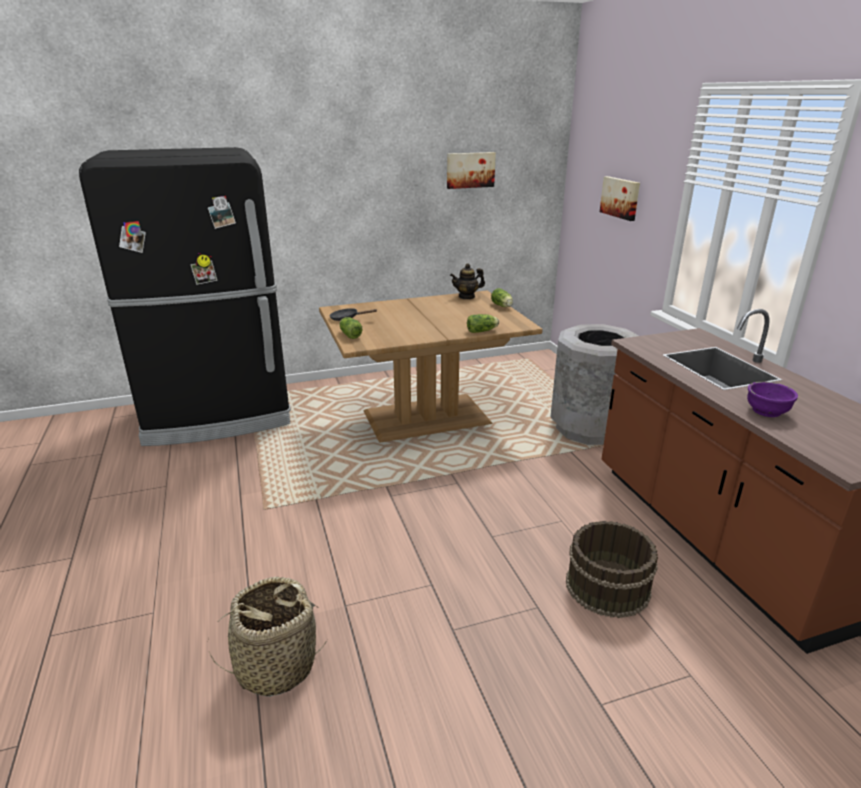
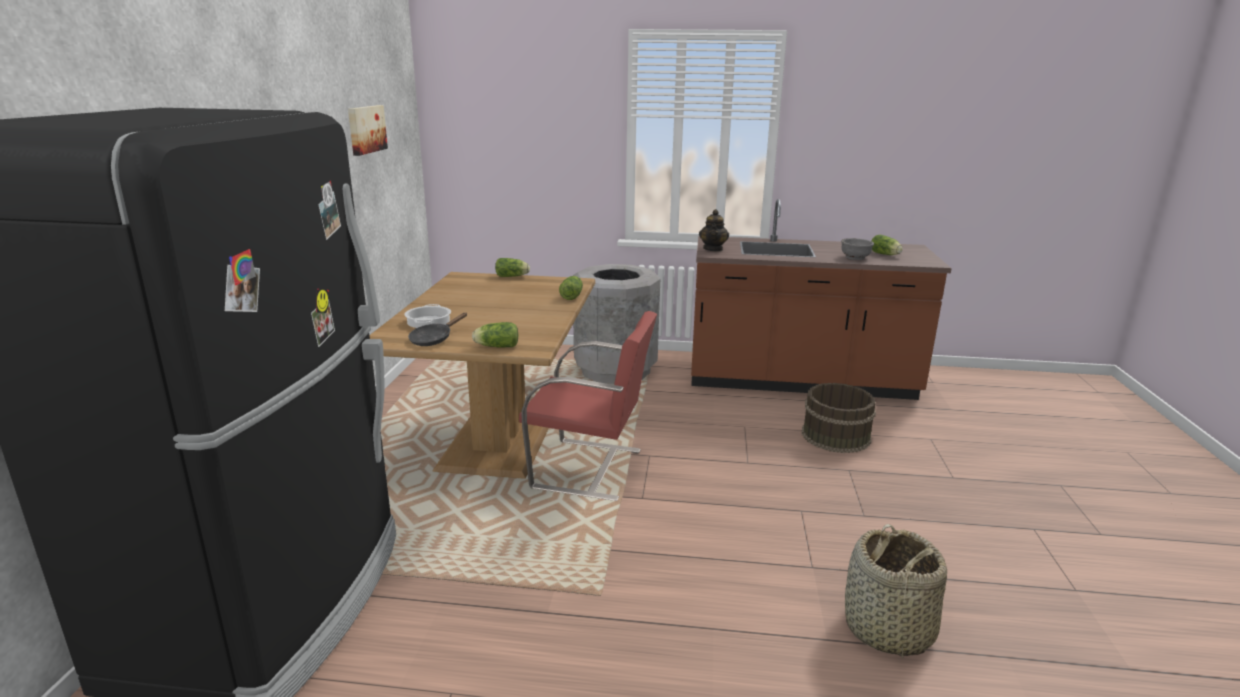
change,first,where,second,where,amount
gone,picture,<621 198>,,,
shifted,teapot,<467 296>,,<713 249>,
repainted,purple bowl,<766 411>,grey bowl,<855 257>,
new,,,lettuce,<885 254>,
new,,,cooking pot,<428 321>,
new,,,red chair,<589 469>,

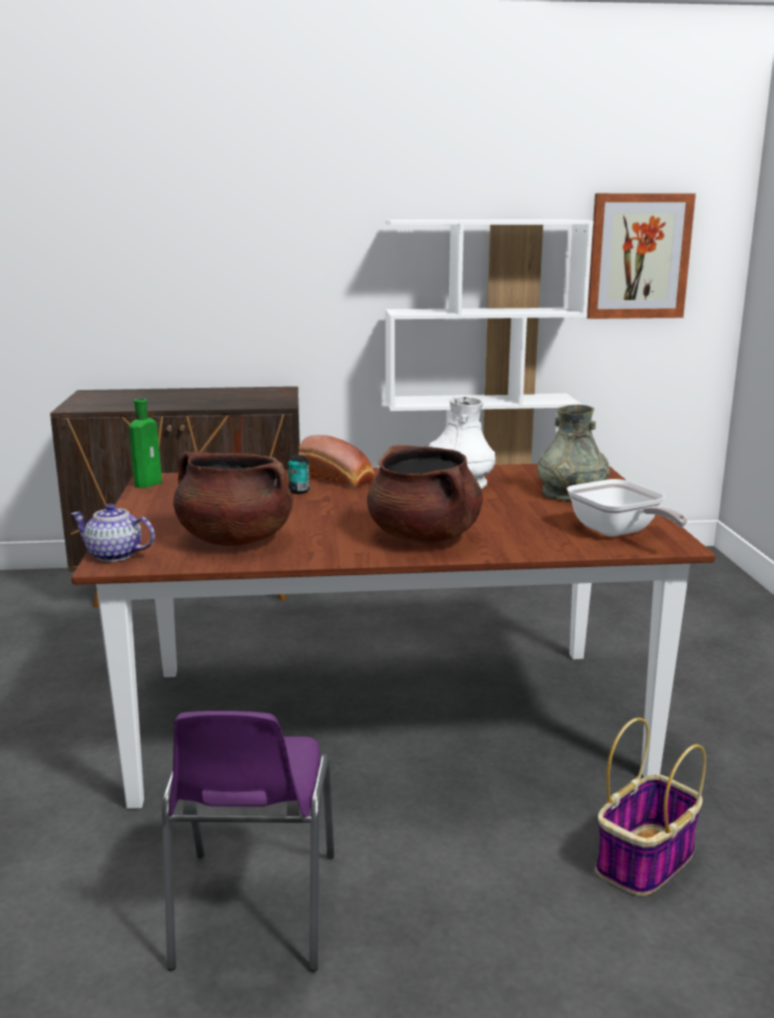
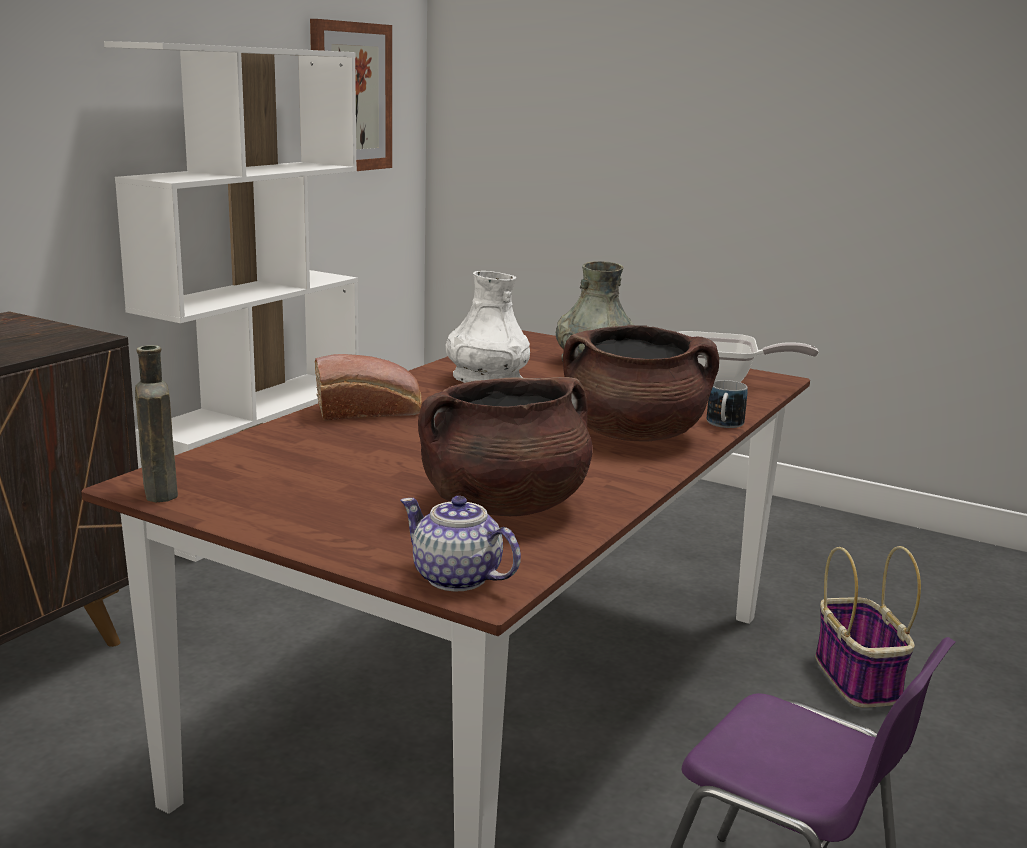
change,first,where,second,where,amount
repainted,green bottle,<149 483>,brown bottle,<159 490>,
gone,can,<299 491>,,,
rotated,teapot,<115 555>,,<457 578>,75 degrees clockwise
new,,,mug,<724 425>,

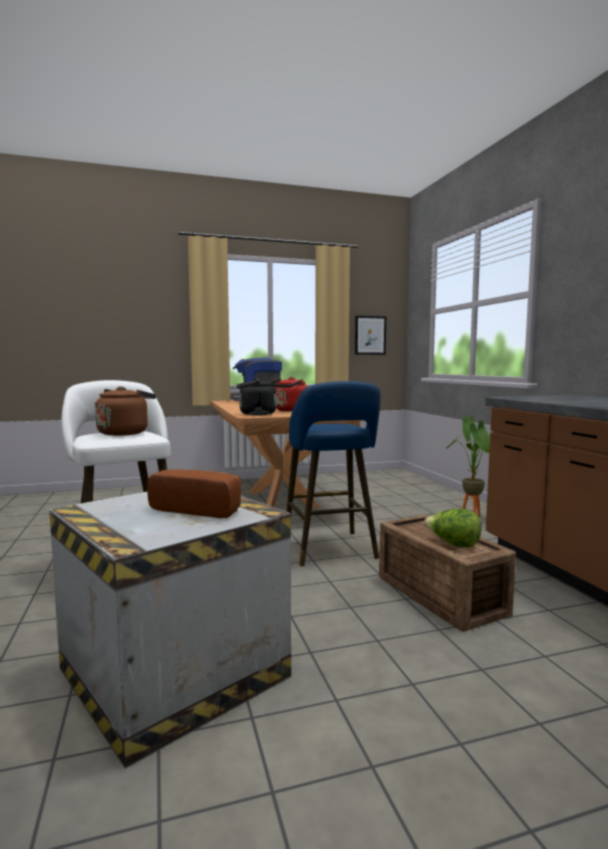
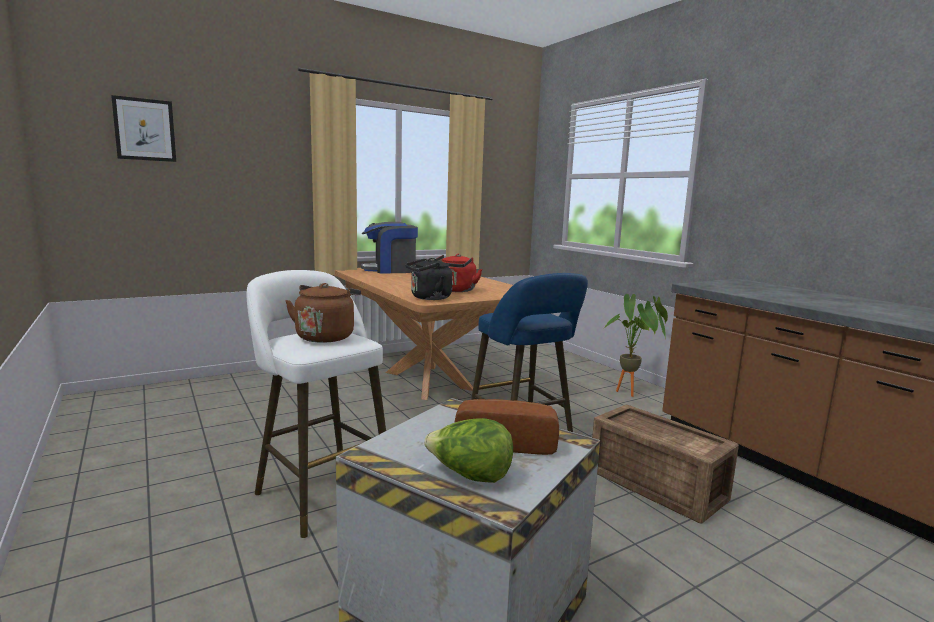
change,first,where,second,where,amount
shifted,picture,<370 335>,,<145 129>,
shifted,lettuce,<453 544>,,<470 476>,

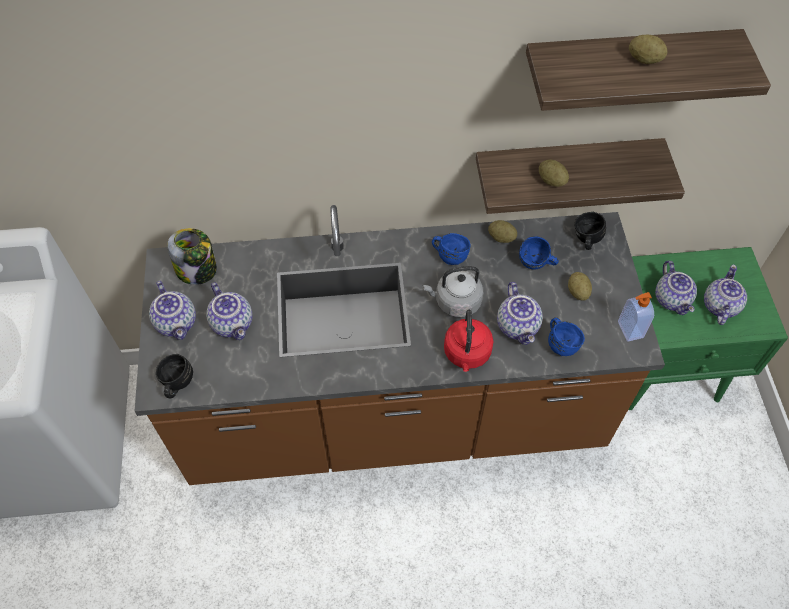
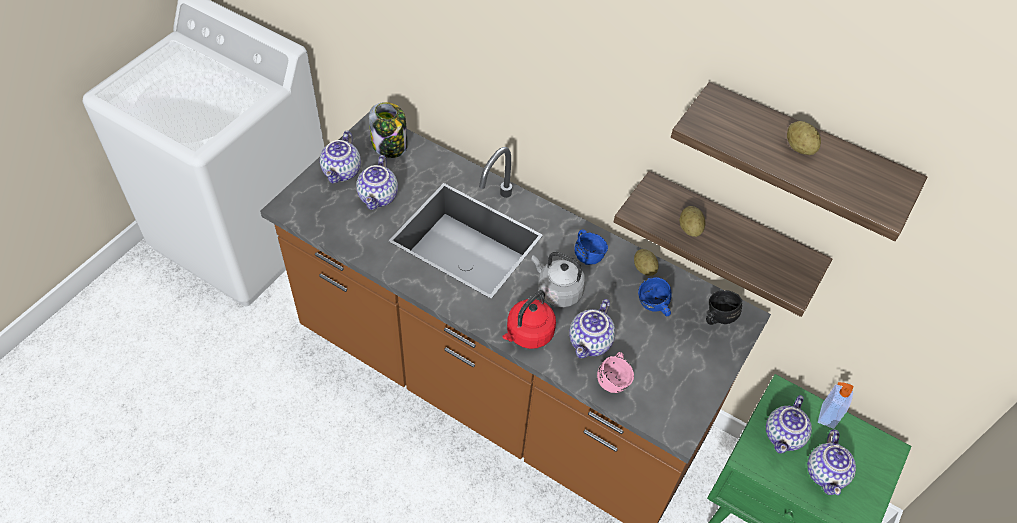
change,first,where,second,where,amount
rotated,teapot,<719 306>,,<826 473>,135 degrees clockwise
gone,potato,<578 292>,,,
shifted,soap dispenser,<629 330>,,<826 416>,
repainted,blue mug,<561 343>,pink mug,<614 379>,
gone,black mug,<176 384>,,,

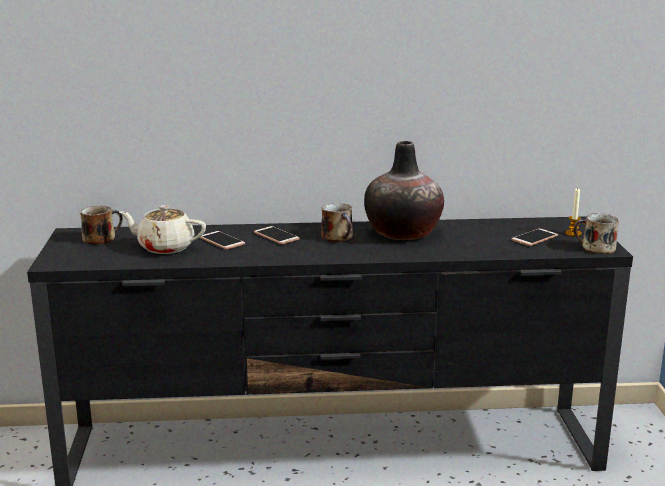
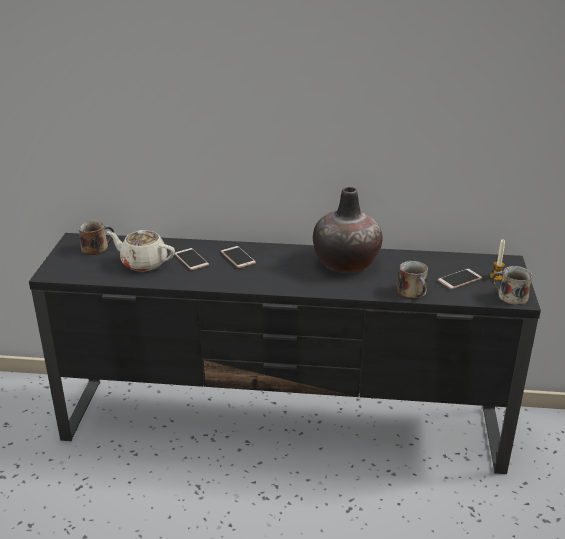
change,first,where,second,where,amount
shifted,mug,<338 237>,,<412 292>,

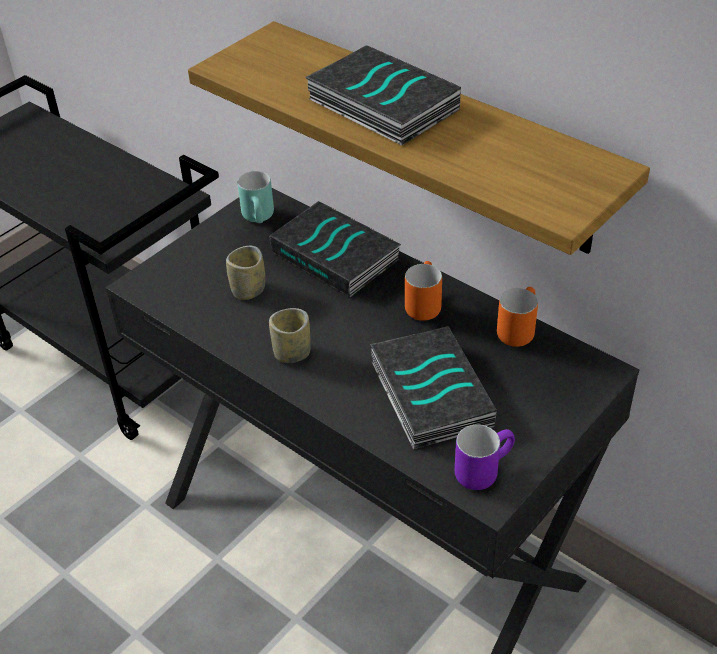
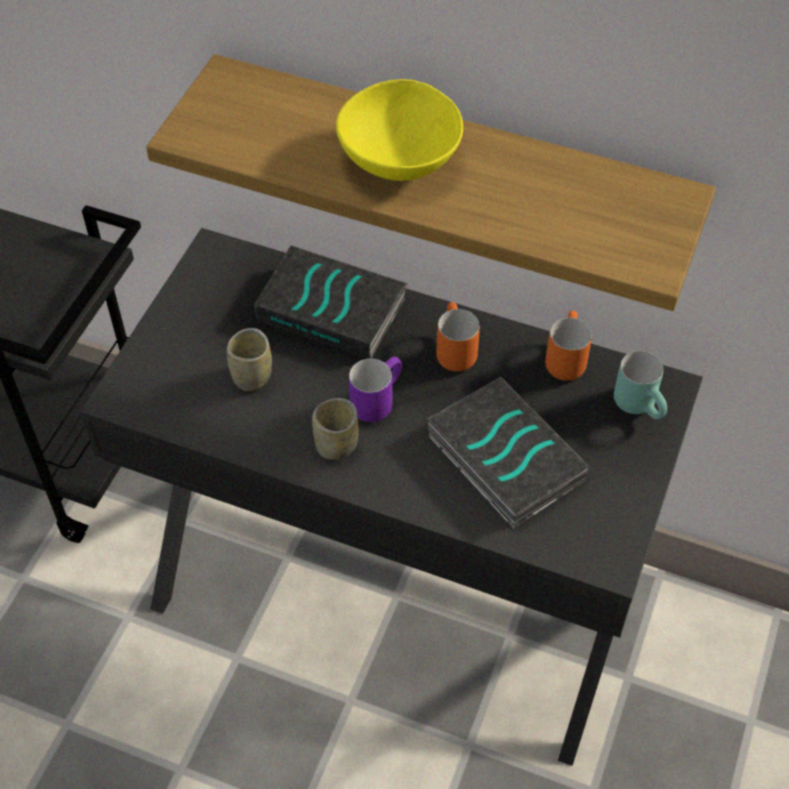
change,first,where,second,where,amount
swapped,book,<380 105>,yellow bowl,<398 157>,
shifted,turquoise mug,<261 218>,,<642 406>,
shifted,purple mug,<482 469>,,<375 399>,

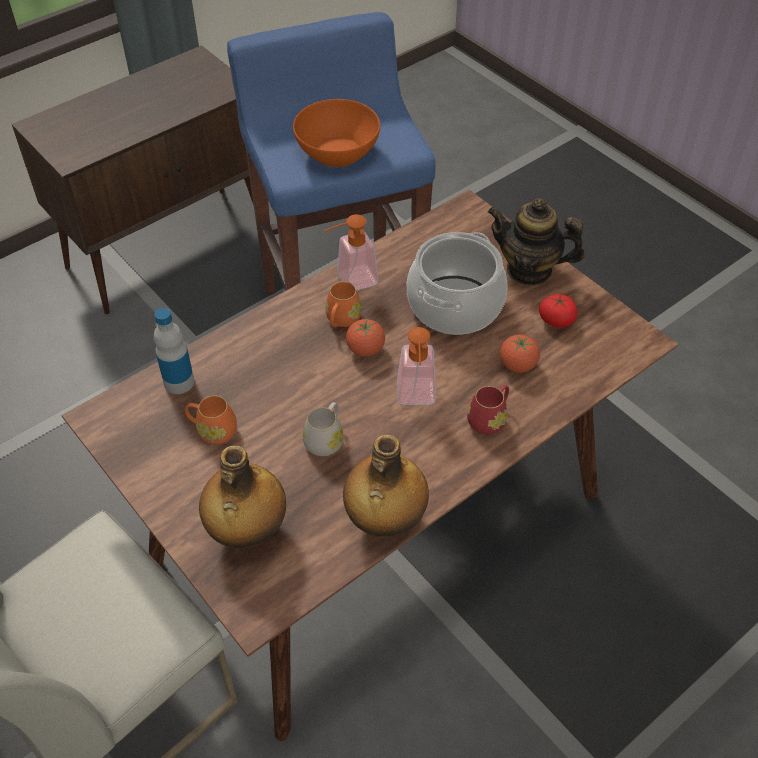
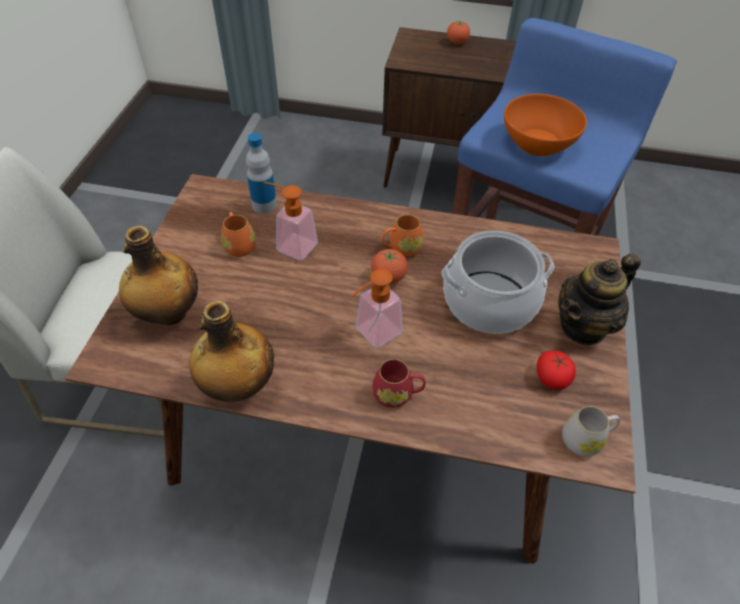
change,first,where,second,where,amount
rotated,teapot,<529 270>,,<584 326>,105 degrees counterclockwise
shifted,soap dispenser,<350 281>,,<291 244>,
shifted,tomato,<517 365>,,<457 42>,
shifted,white mug,<326 439>,,<586 439>,

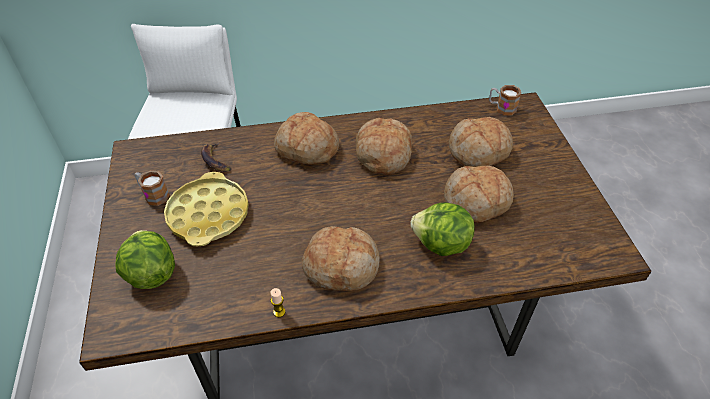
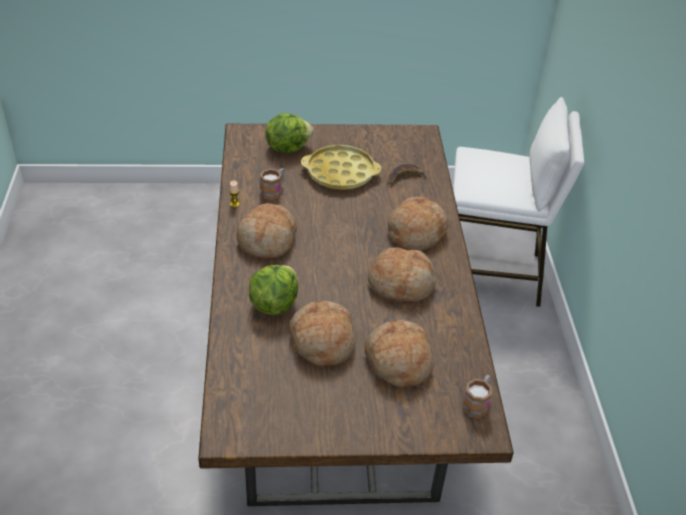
change,first,where,second,where,amount
shifted,mug,<153 195>,,<274 191>,

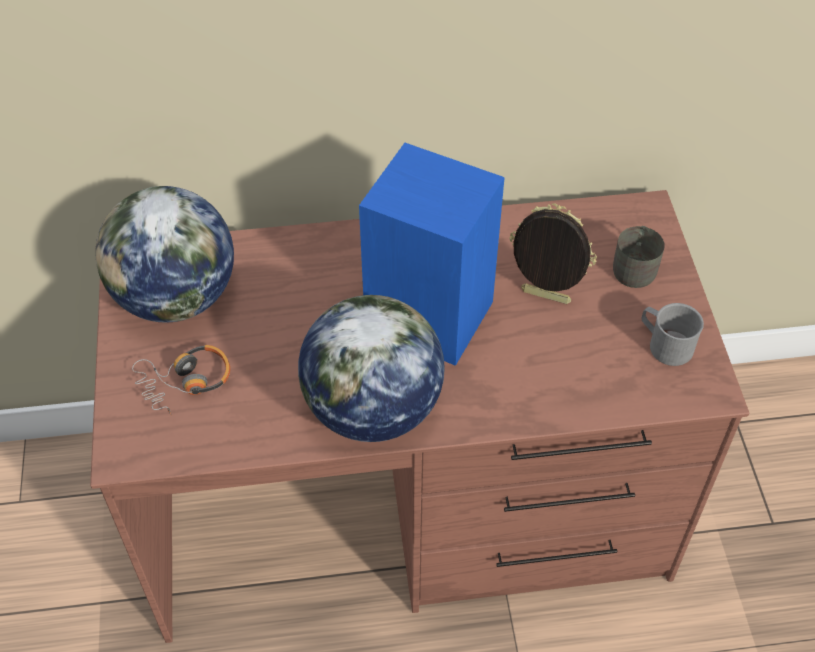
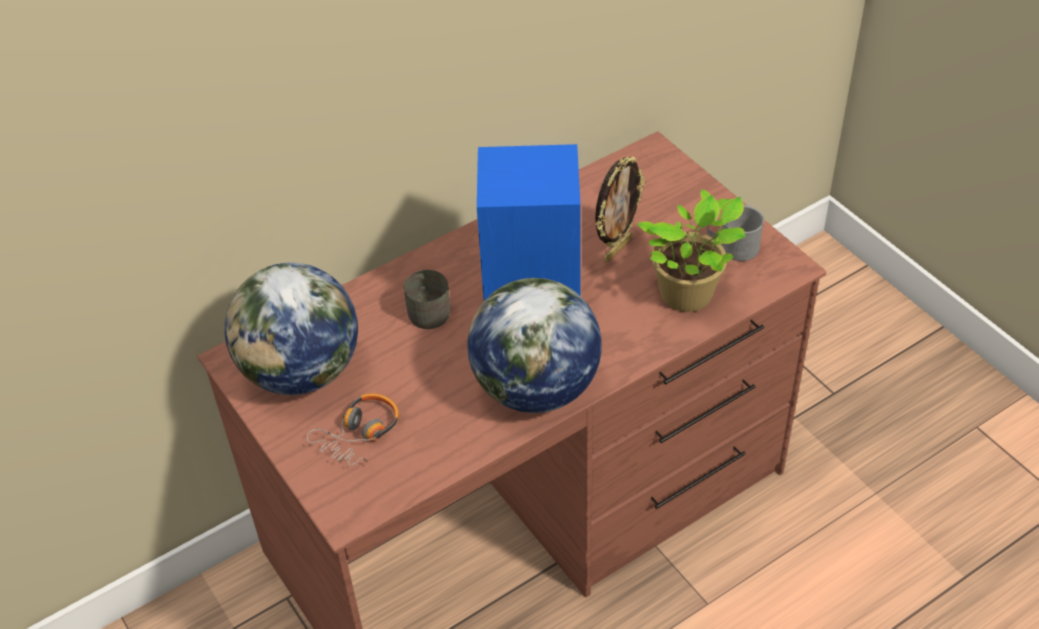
change,first,where,second,where,amount
rotated,picture frame,<544 298>,,<617 249>,135 degrees clockwise
shifted,grey mug,<636 267>,,<429 309>,
new,,,potted plant,<690 296>,

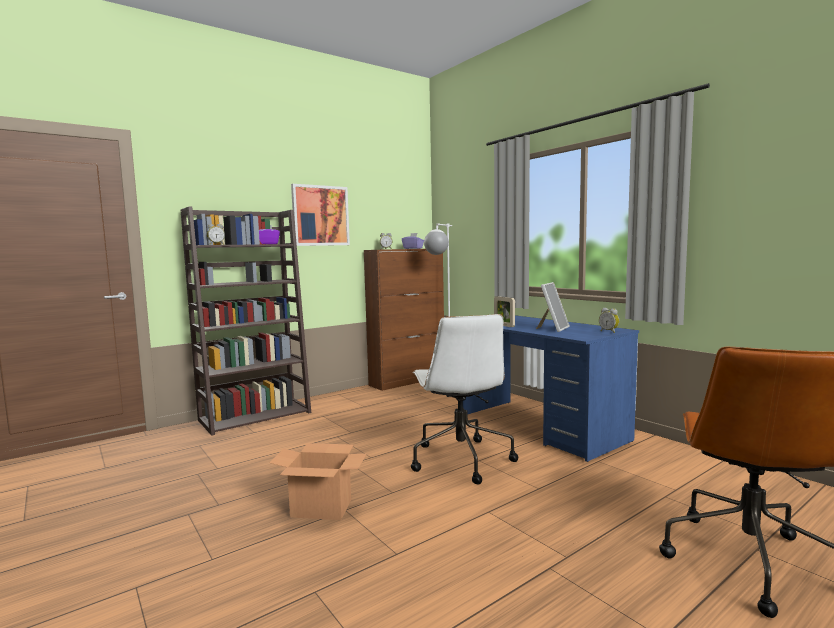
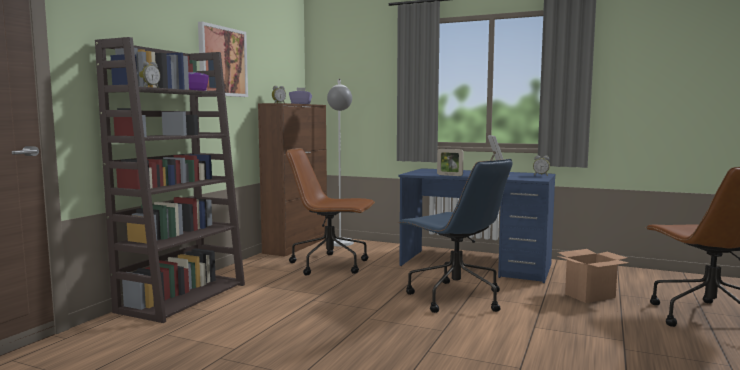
change,first,where,second,where,amount
repainted,white office chair,<460 459>,blue office chair,<454 297>,
shifted,cardboard box,<322 508>,,<590 296>,
new,,,brown office chair,<331 265>,

